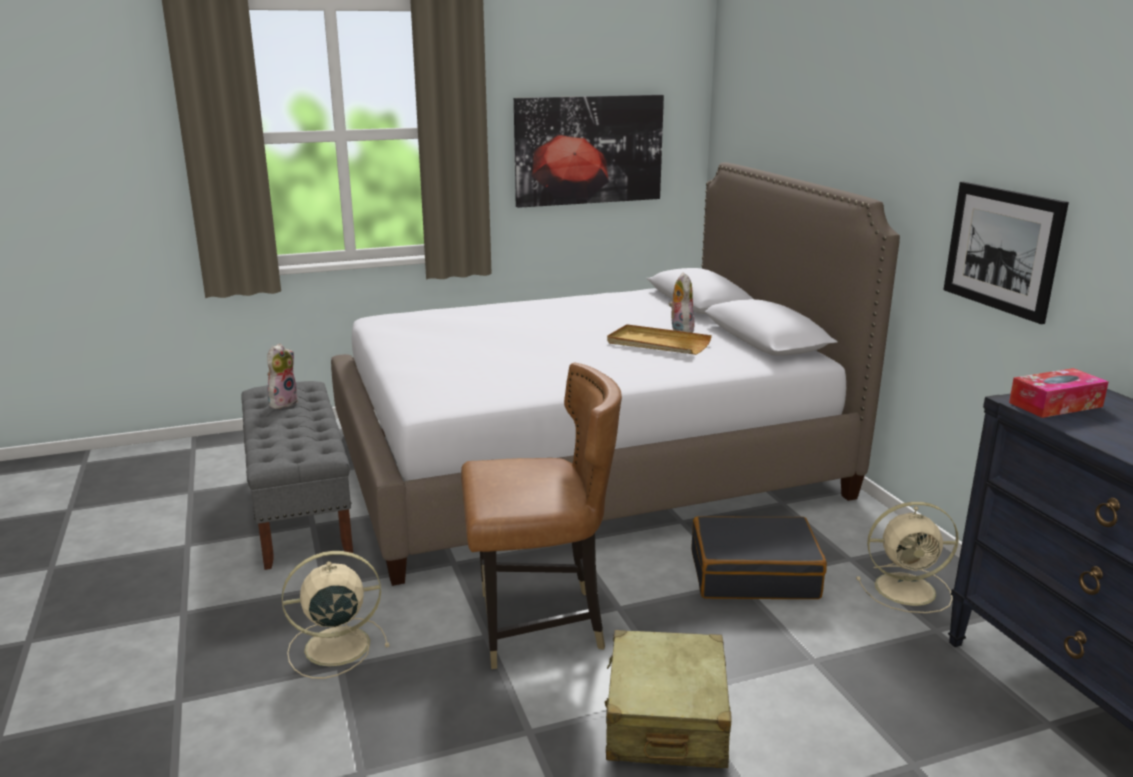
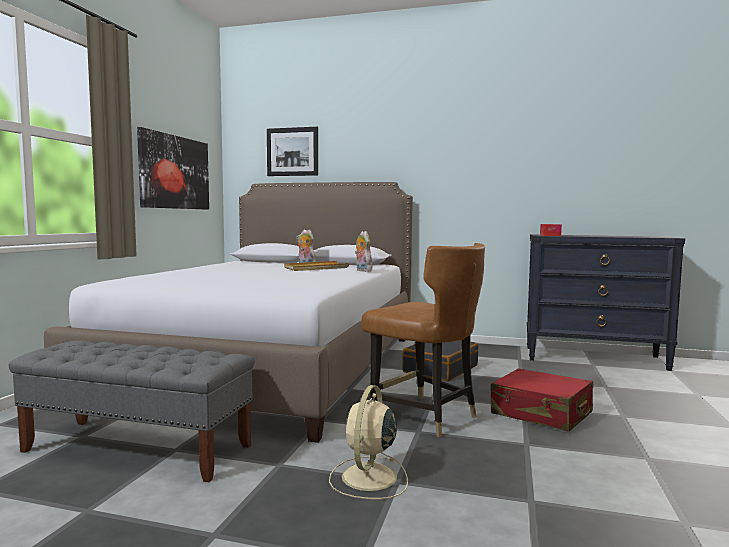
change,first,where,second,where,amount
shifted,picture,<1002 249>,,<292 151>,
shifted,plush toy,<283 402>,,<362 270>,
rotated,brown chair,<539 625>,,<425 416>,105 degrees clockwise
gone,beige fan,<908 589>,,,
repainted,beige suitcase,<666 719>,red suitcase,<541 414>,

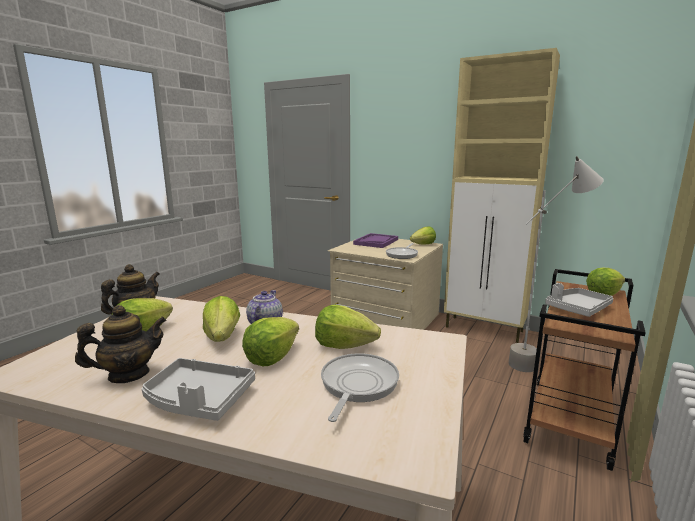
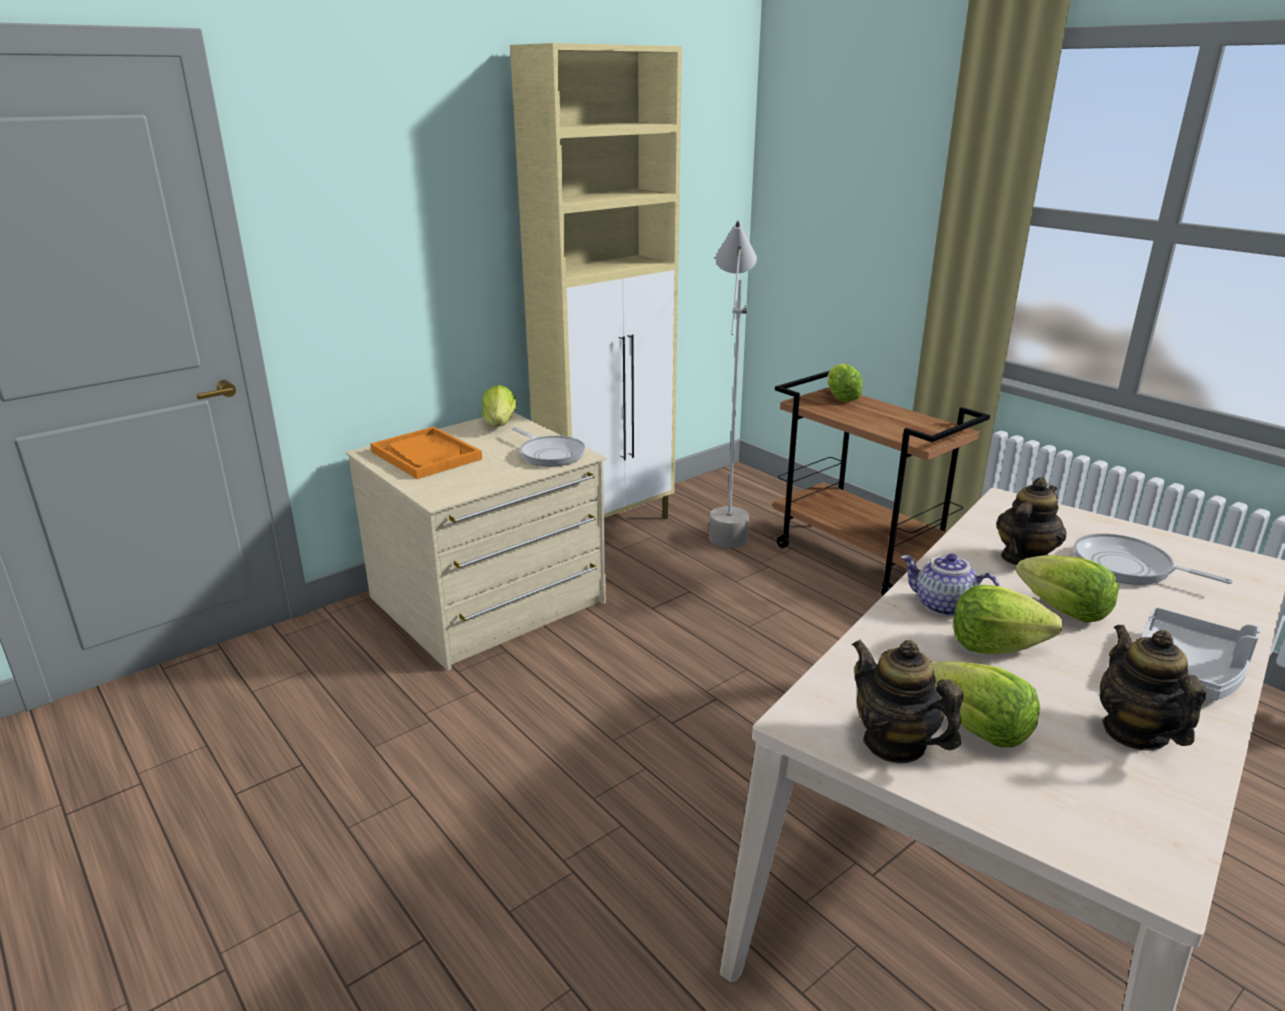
change,first,where,second,where,amount
repainted,purple tray,<376 242>,orange tray,<425 455>,
gone,grey tray,<577 309>,,,
swapped,lettuce,<344 345>,teapot,<1023 558>,

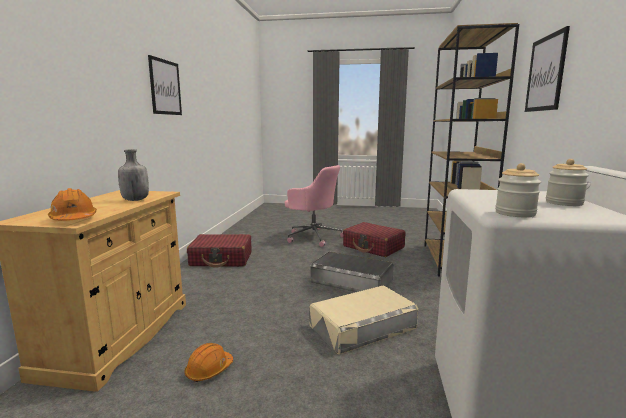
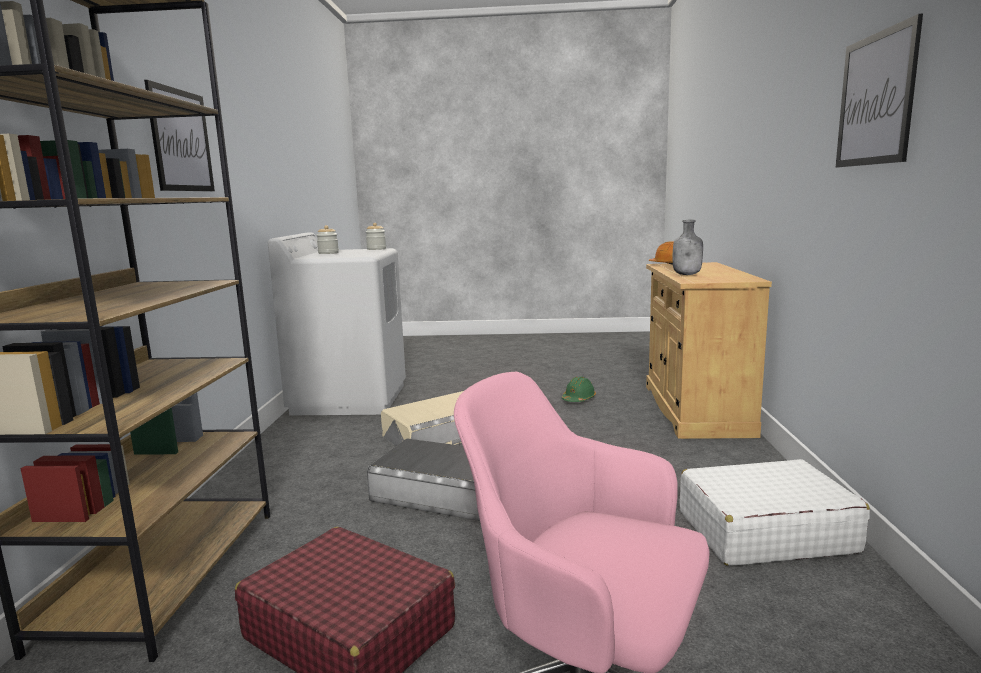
change,first,where,second,where,amount
repainted,red suitcase,<221 259>,white suitcase,<764 531>,
repainted,orange hard hat,<209 370>,green hard hat,<578 399>,

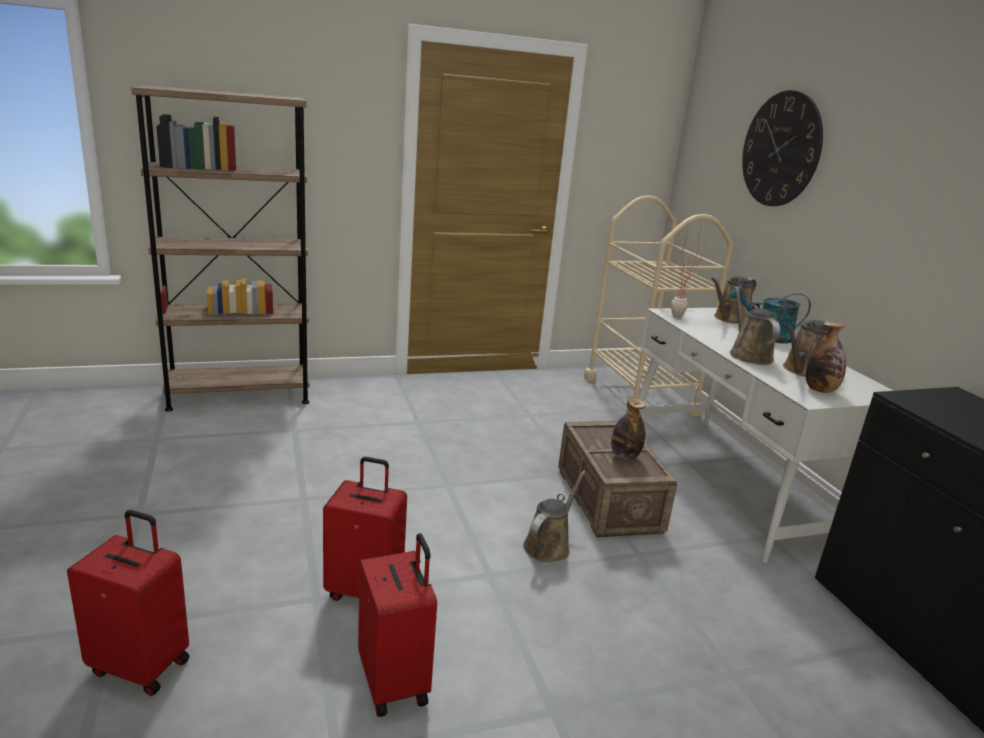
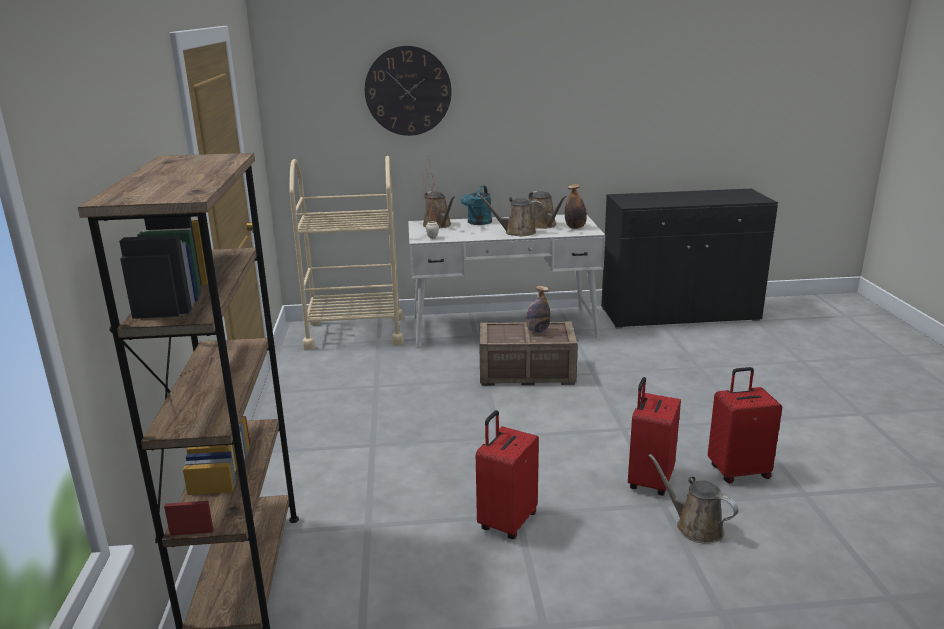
change,first,where,second,where,amount
shifted,brown watering can,<549 545>,,<695 526>,
shifted,red suitcase,<142 665>,,<506 521>,

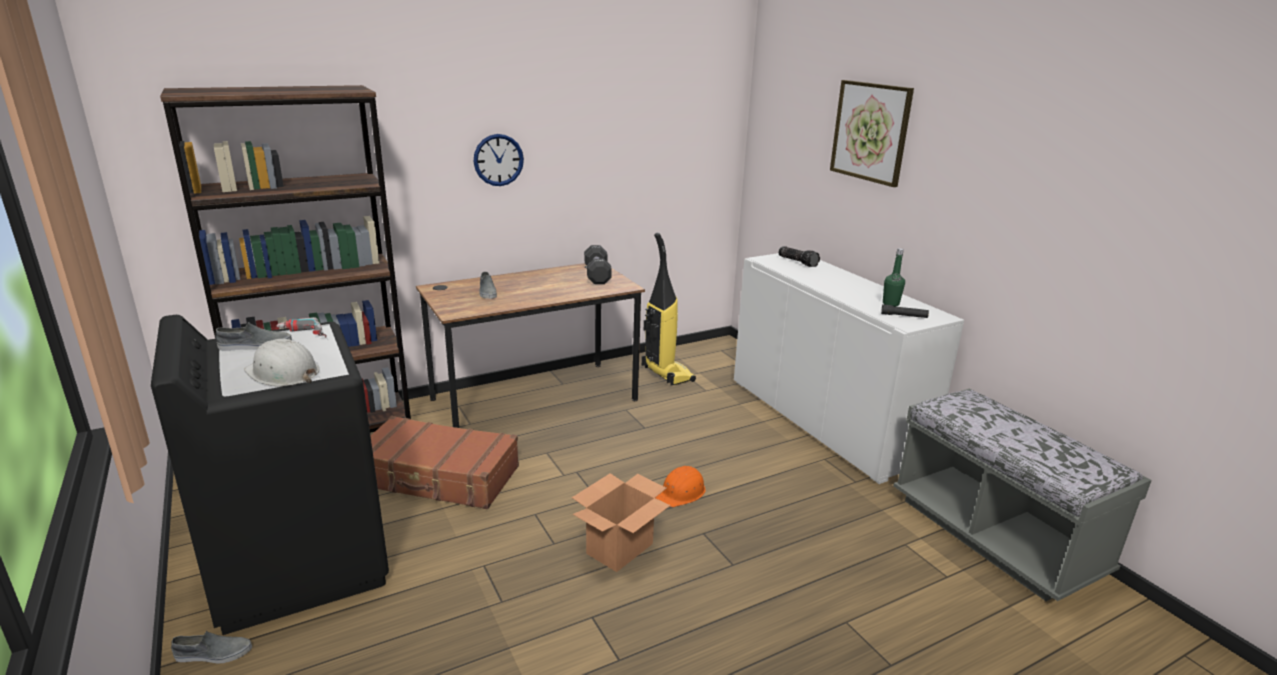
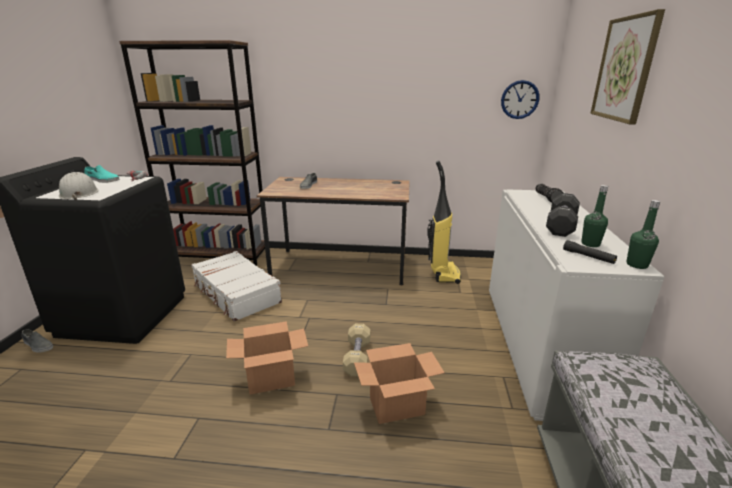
change,first,where,second,where,amount
shifted,wall clock,<498 160>,,<519 99>,
shifted,black dumbbell,<597 275>,,<561 225>,
repainted,grey shoe,<255 346>,turquoise shoe,<102 180>,
repainted,brown suitcase,<438 477>,white suitcase,<236 294>,
swapped,orange hard hat,<681 492>,beige dumbbell,<357 357>,
new,,,green bottle,<637 265>,
new,,,cardboard box,<397 406>,

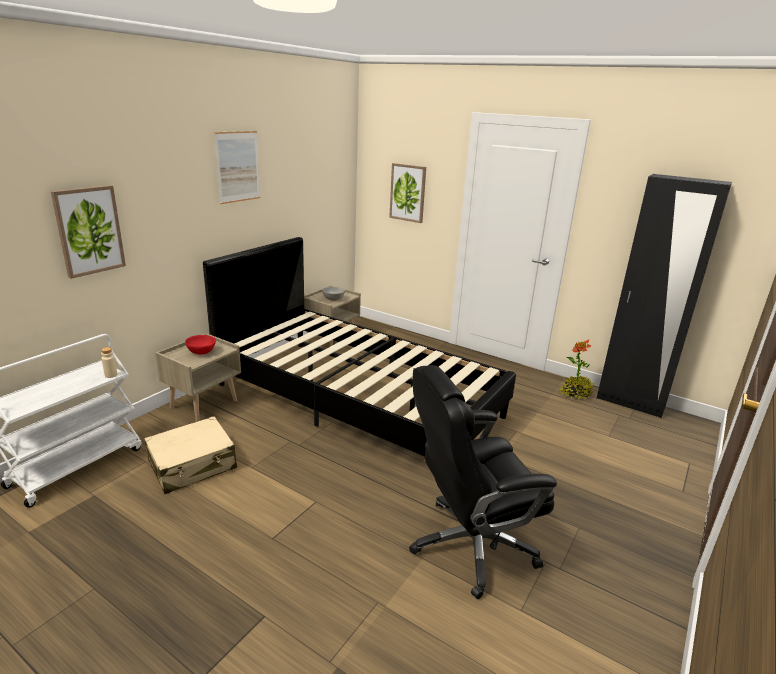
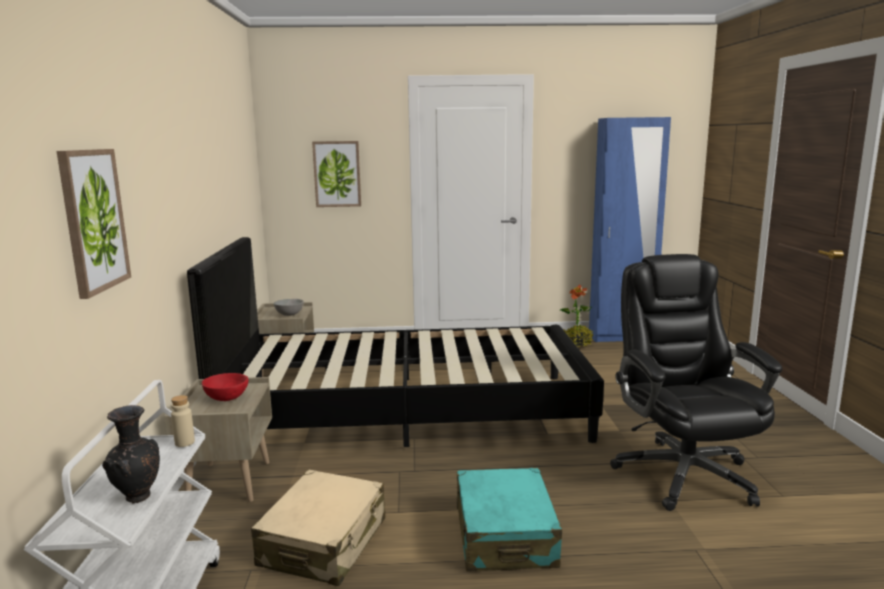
change,first,where,second,where,amount
gone,picture,<238 167>,,,
repainted,black wardrobe,<630 403>,blue wardrobe,<621 337>,
rotated,black office chair,<470 545>,,<683 473>,135 degrees clockwise
new,,,black vase,<138 498>,
new,,,turquoise suitcase,<505 535>,

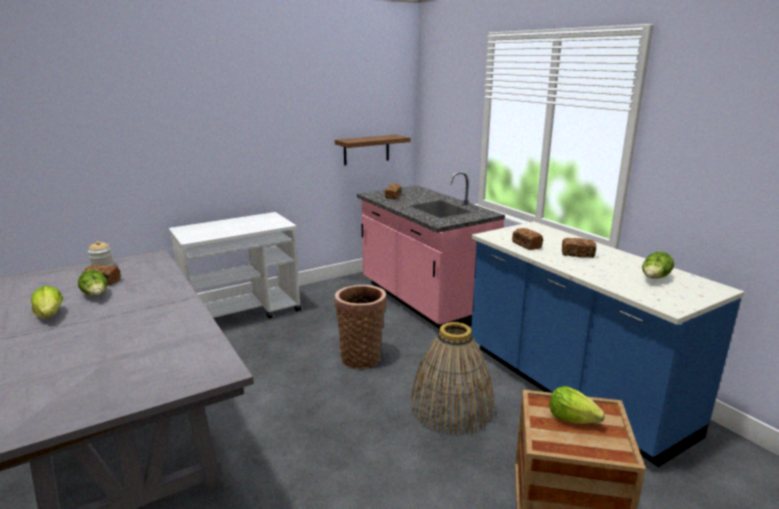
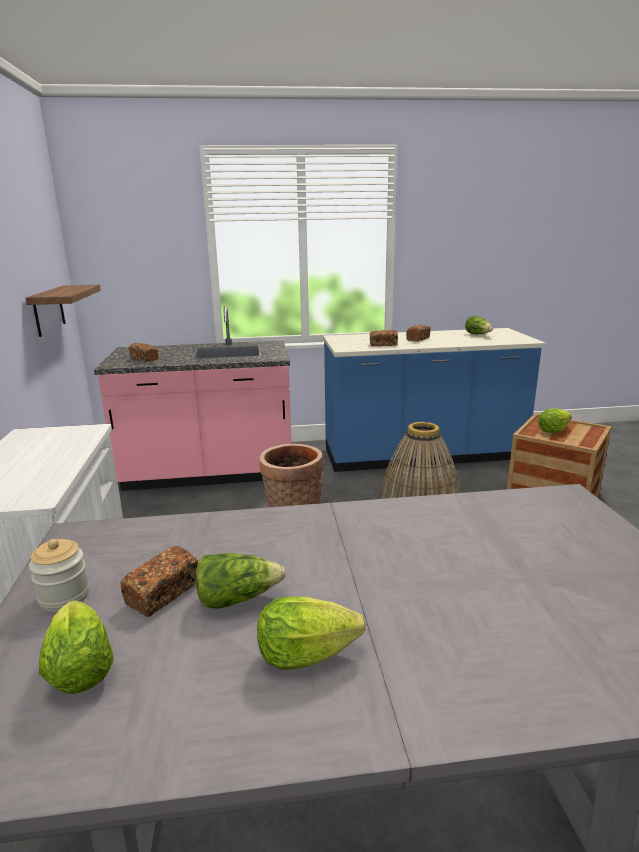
change,first,where,second,where,amount
new,,,lettuce,<80 669>,

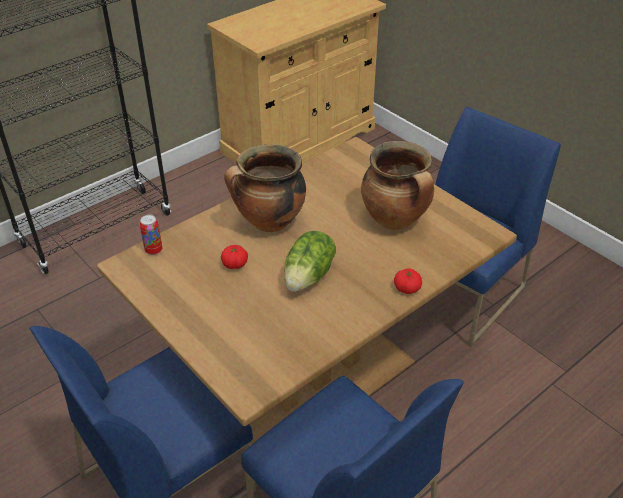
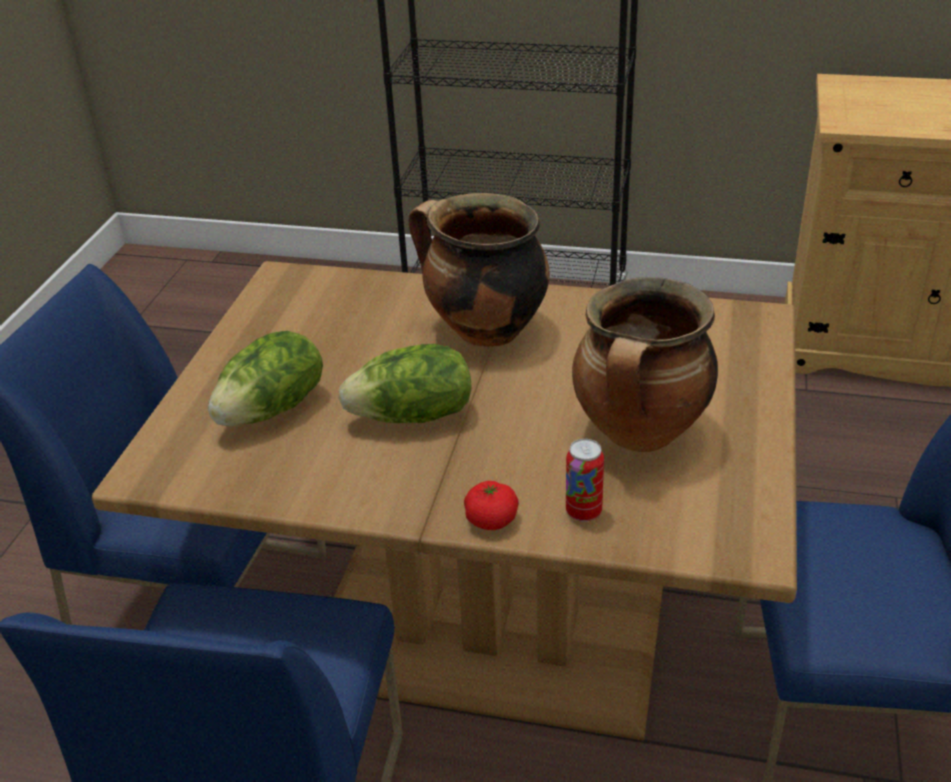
change,first,where,second,where,amount
shifted,can,<153 250>,,<583 512>,
gone,tomato,<235 264>,,,
new,,,lettuce,<273 409>,

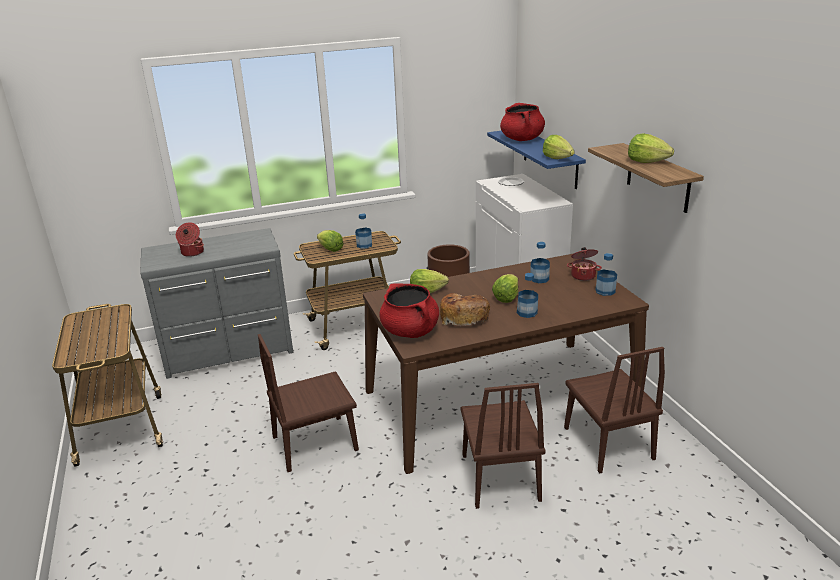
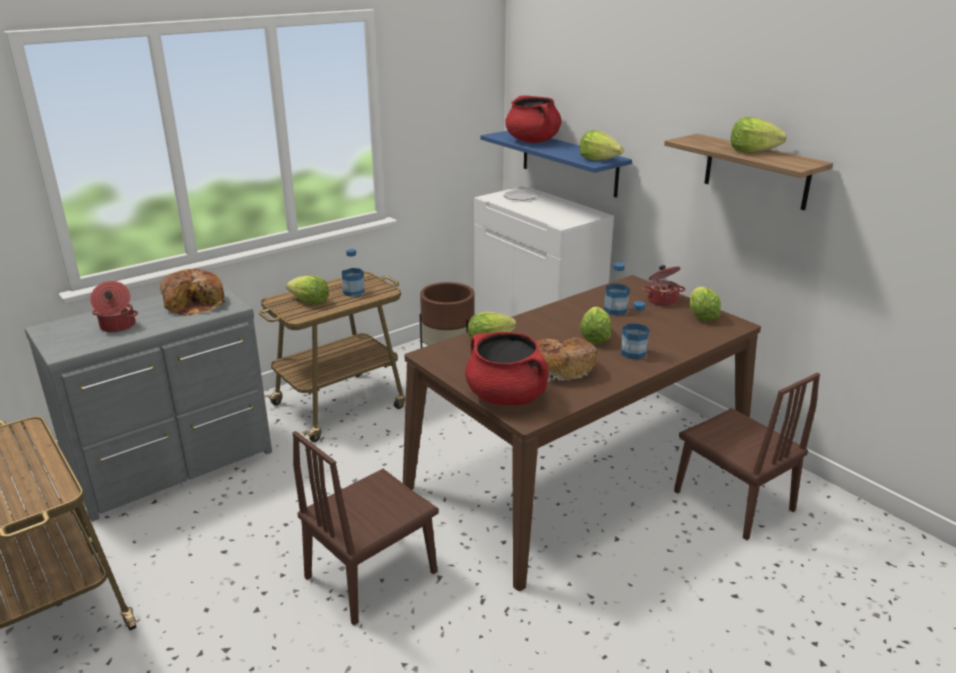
change,first,where,second,where,amount
swapped,bottle,<605 291>,lettuce,<701 316>,
gone,brown chair,<500 477>,,,
new,,,bread,<195 303>,

